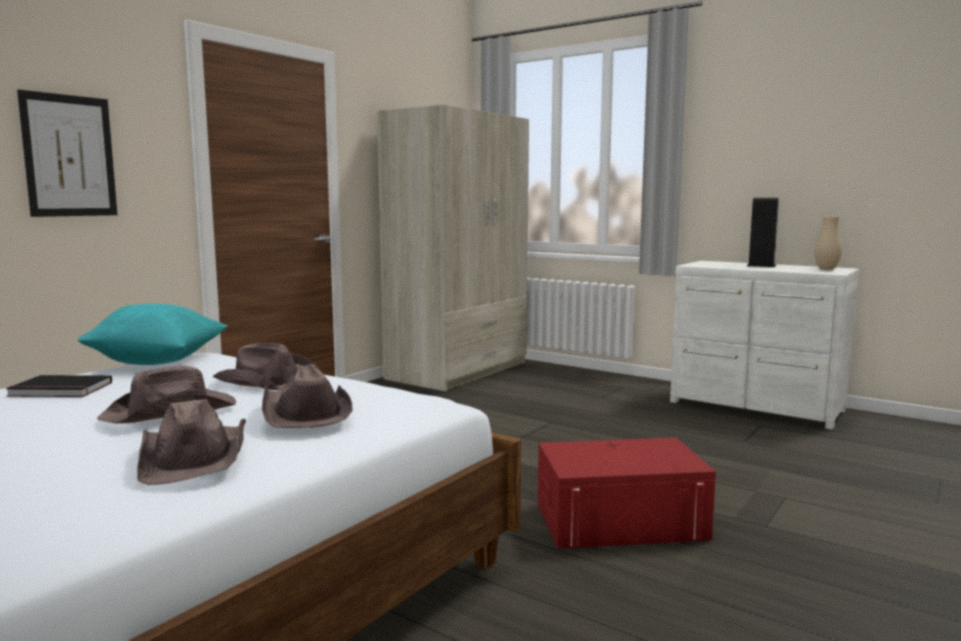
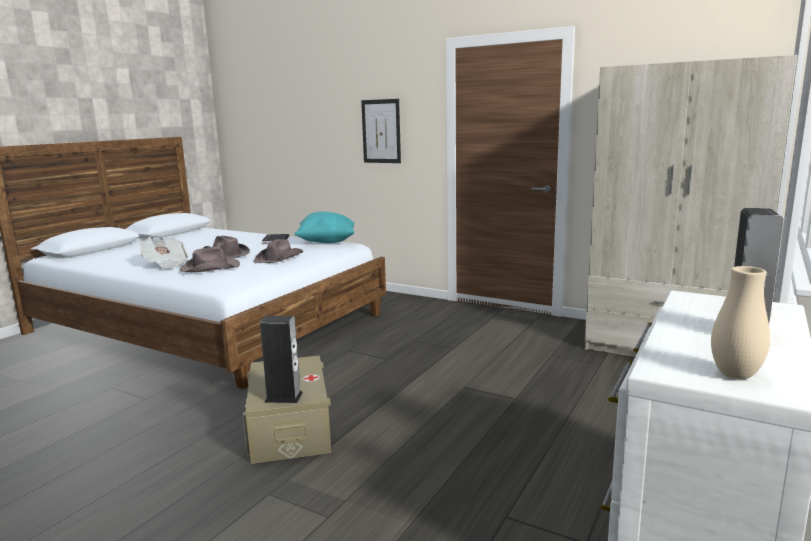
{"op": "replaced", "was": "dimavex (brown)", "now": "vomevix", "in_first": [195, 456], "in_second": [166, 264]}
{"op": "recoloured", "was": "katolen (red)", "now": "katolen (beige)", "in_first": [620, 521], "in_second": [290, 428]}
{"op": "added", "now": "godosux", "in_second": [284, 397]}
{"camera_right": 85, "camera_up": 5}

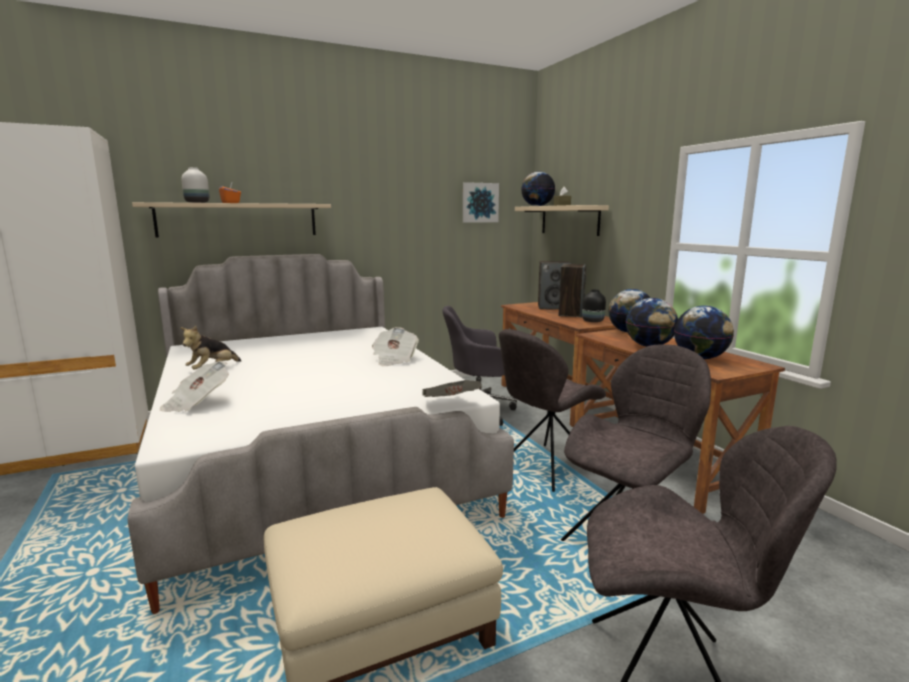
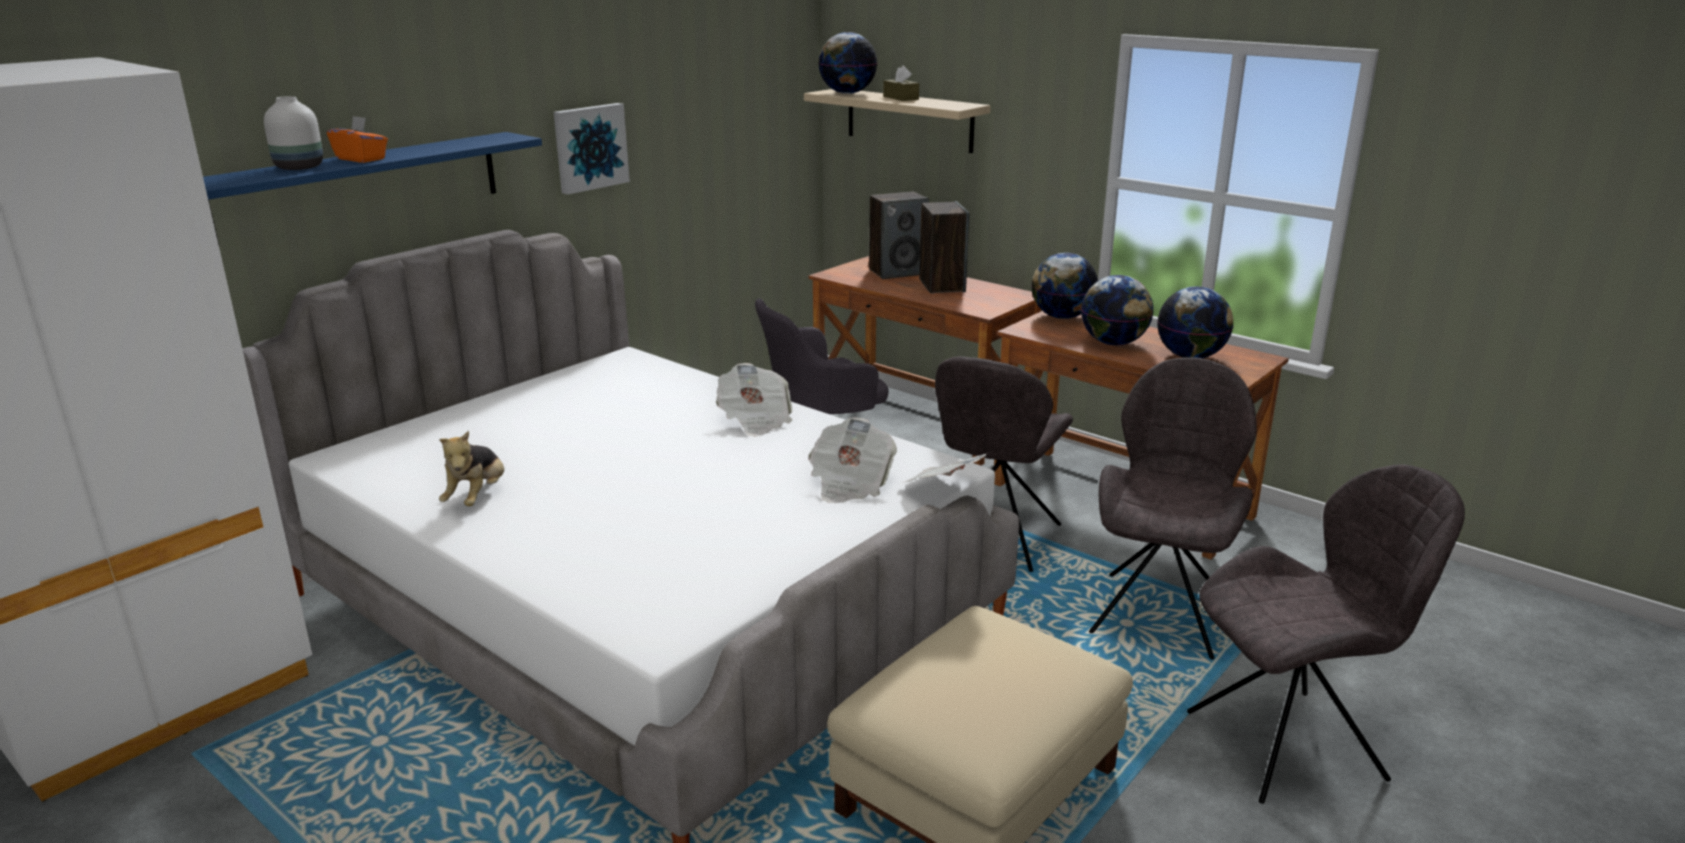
{"op": "recoloured", "was": "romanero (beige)", "now": "romanero (blue)", "in_first": [238, 220], "in_second": [361, 186]}
{"op": "moved", "was": "vomevix", "in_first": [197, 403], "in_second": [850, 483]}
{"op": "moved", "was": "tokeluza", "in_first": [479, 202], "in_second": [589, 147]}
{"op": "removed", "was": "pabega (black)", "in_first": [592, 321]}
{"camera_right": -25, "camera_up": 10}

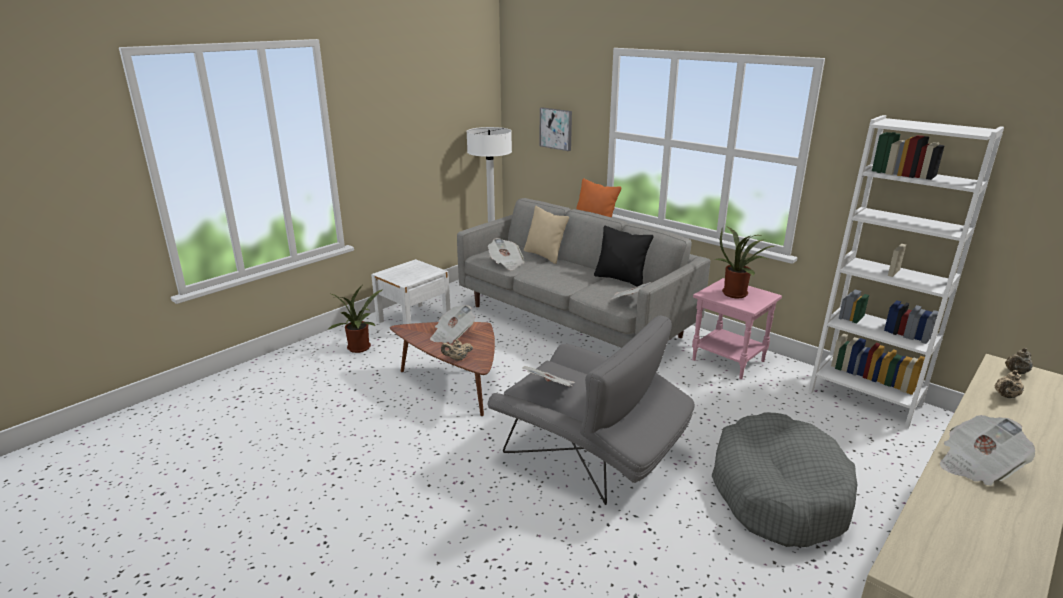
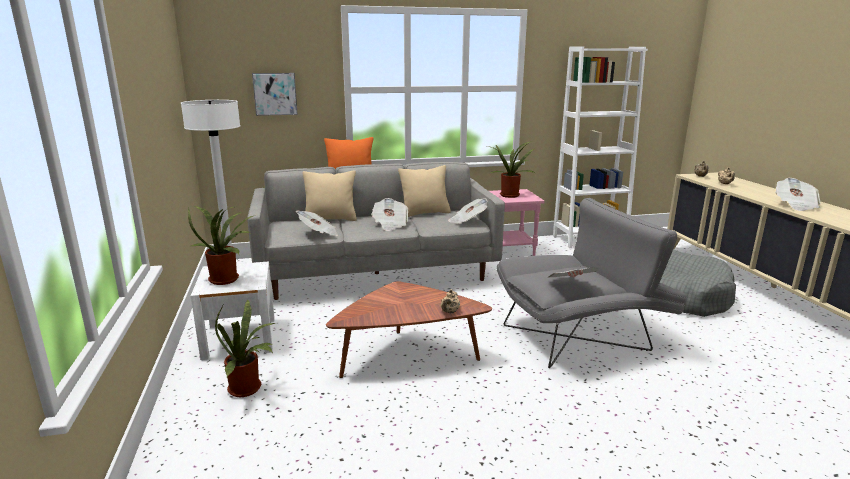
{"op": "moved", "was": "vomevix", "in_first": [452, 335], "in_second": [390, 224]}
{"op": "recoloured", "was": "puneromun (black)", "now": "puneromun (beige)", "in_first": [621, 279], "in_second": [425, 213]}
{"op": "added", "now": "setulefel", "in_second": [227, 279]}
{"camera_right": -55, "camera_up": -5}

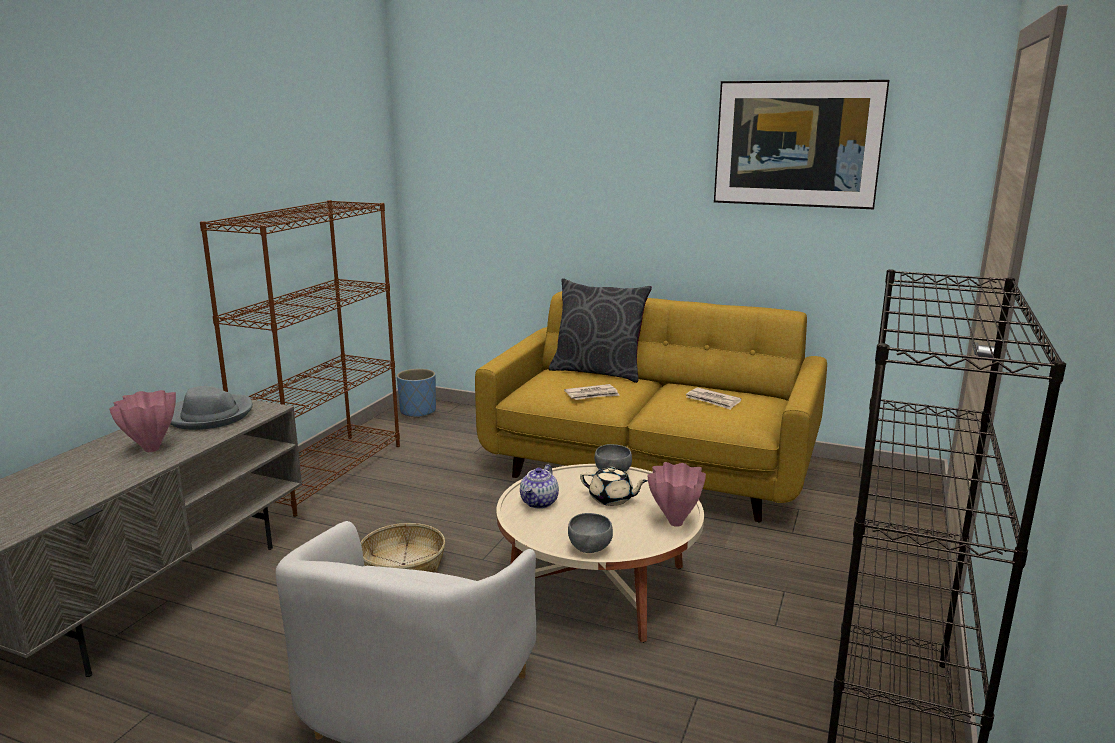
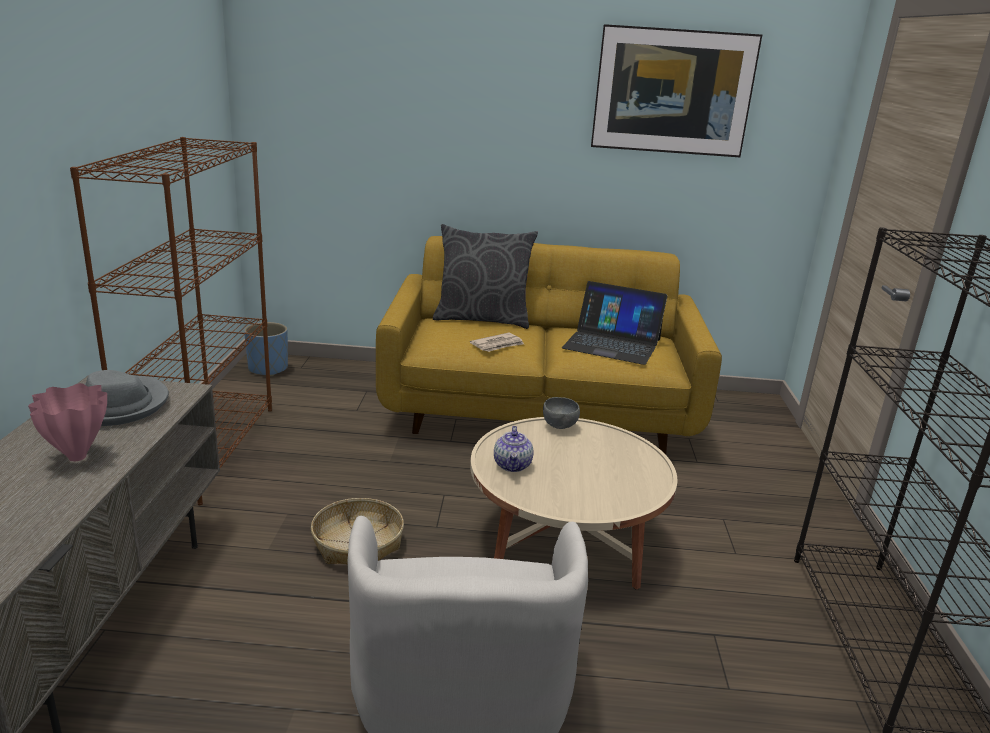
{"op": "removed", "was": "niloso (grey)", "in_first": [590, 548]}
{"op": "removed", "was": "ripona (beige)", "in_first": [612, 499]}
{"op": "removed", "was": "pabega (pink)", "in_first": [675, 522]}
{"op": "replaced", "was": "vomevix", "now": "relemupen", "in_first": [713, 401], "in_second": [612, 344]}
{"camera_right": -20, "camera_up": 5}

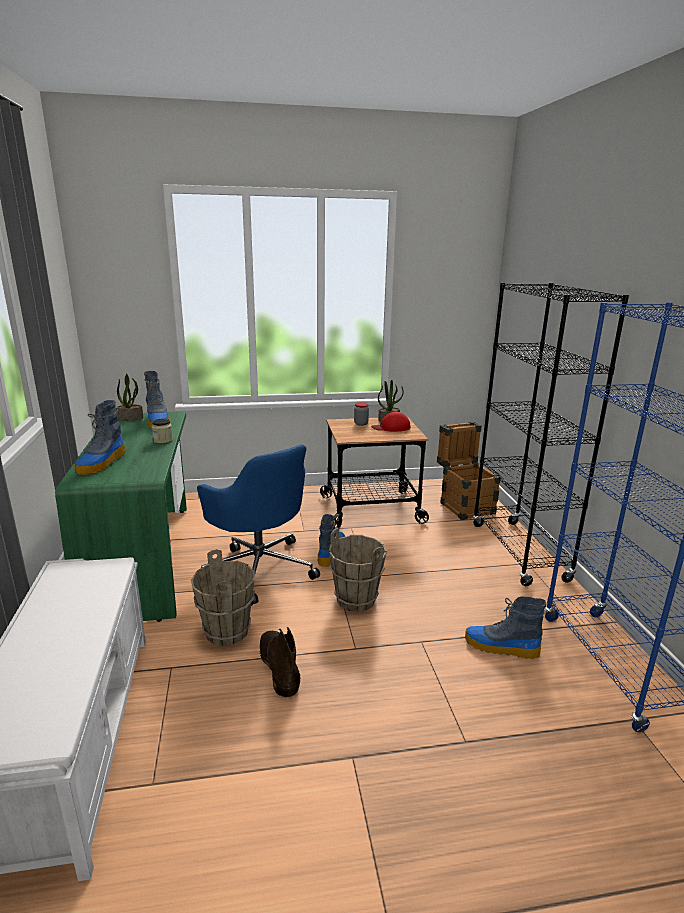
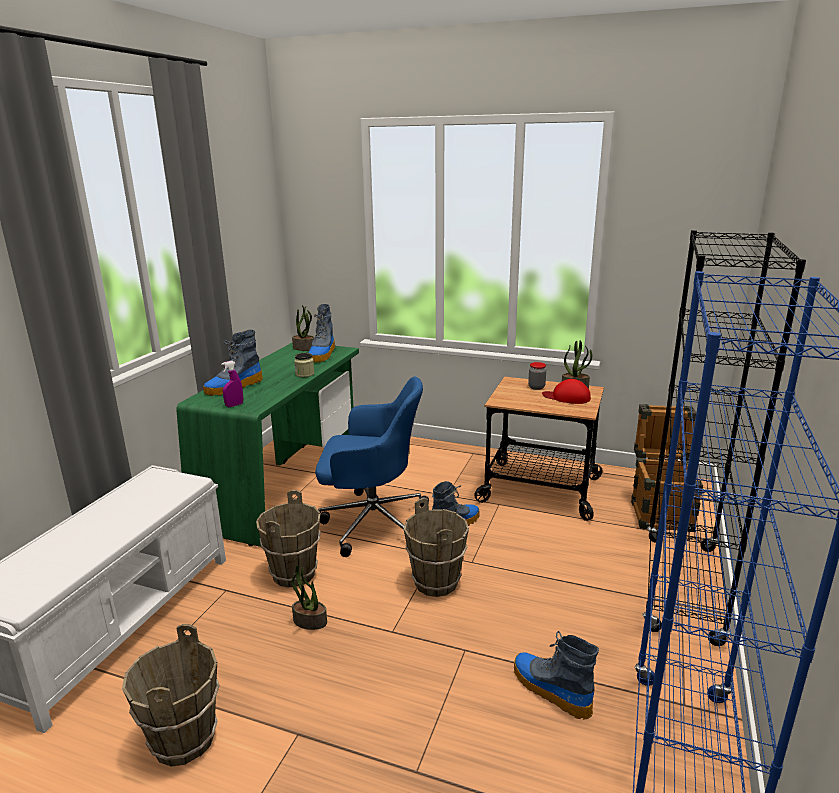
{"op": "turned", "was": "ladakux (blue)", "in_first": [259, 568], "in_second": [372, 522], "clockwise": -75}
{"op": "replaced", "was": "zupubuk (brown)", "now": "setulefel", "in_first": [278, 666], "in_second": [309, 621]}
{"op": "added", "now": "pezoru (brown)", "in_second": [183, 740]}
{"op": "added", "now": "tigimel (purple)", "in_second": [234, 405]}
{"camera_right": 30, "camera_up": 0}

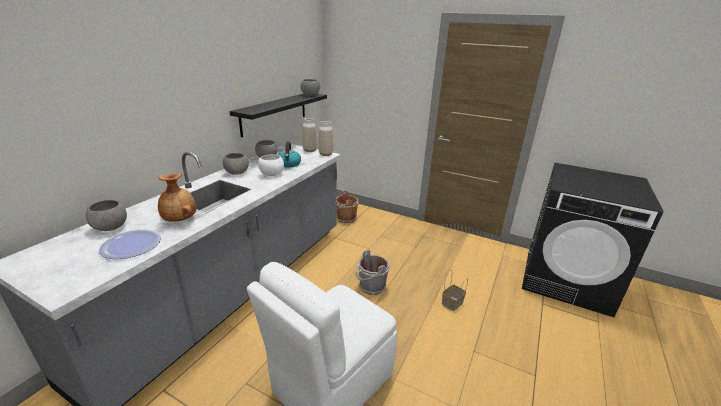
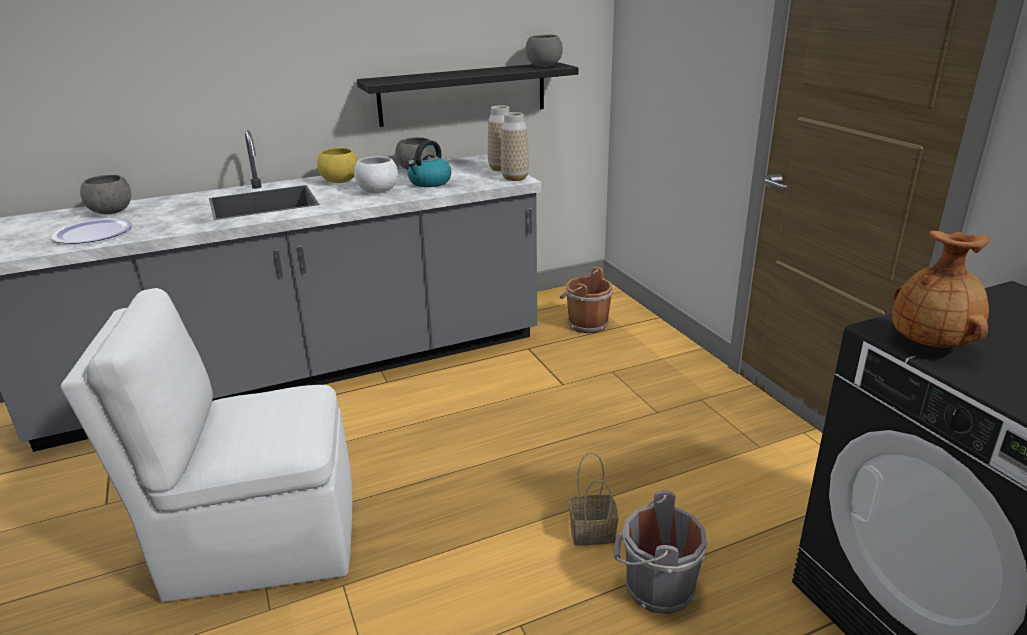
{"op": "moved", "was": "pabega (brown)", "in_first": [180, 219], "in_second": [931, 344]}
{"op": "recoloured", "was": "niloso (grey)", "now": "niloso (yellow)", "in_first": [237, 173], "in_second": [340, 181]}
{"op": "moved", "was": "pezoru (grey)", "in_first": [371, 287], "in_second": [655, 588]}
{"camera_right": 40, "camera_up": 0}

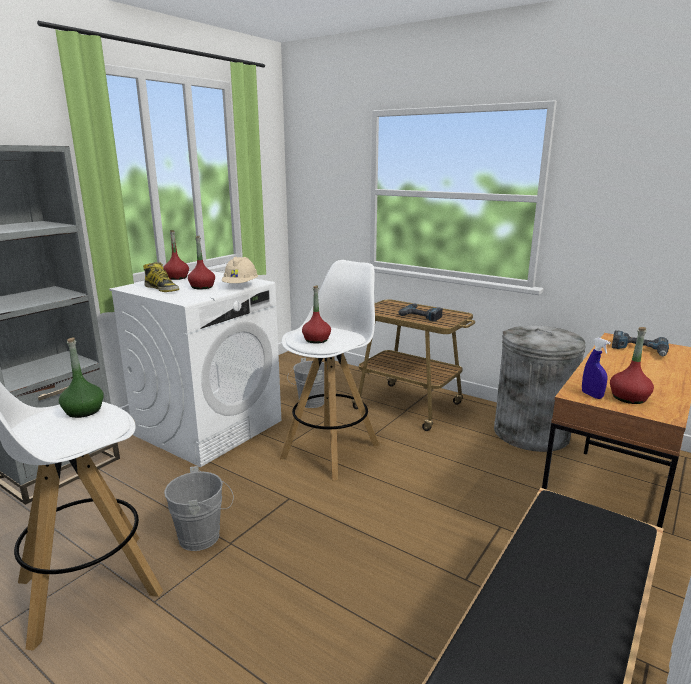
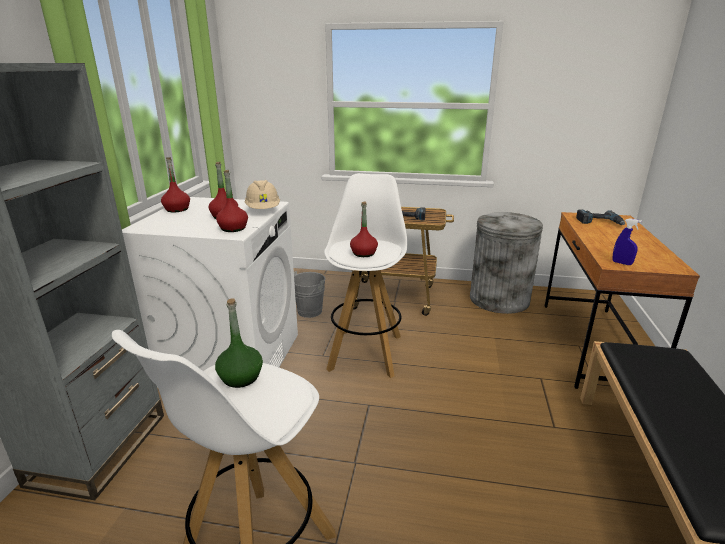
{"op": "removed", "was": "zupubuk", "in_first": [162, 289]}
{"op": "removed", "was": "pezoru (grey)", "in_first": [204, 536]}
{"op": "moved", "was": "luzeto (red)", "in_first": [628, 398], "in_second": [233, 228]}
{"camera_right": -25, "camera_up": 5}

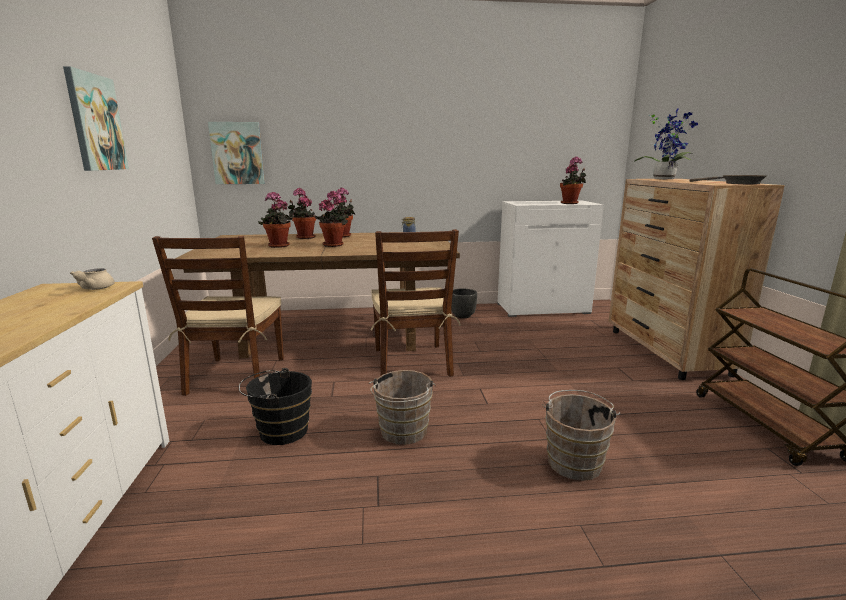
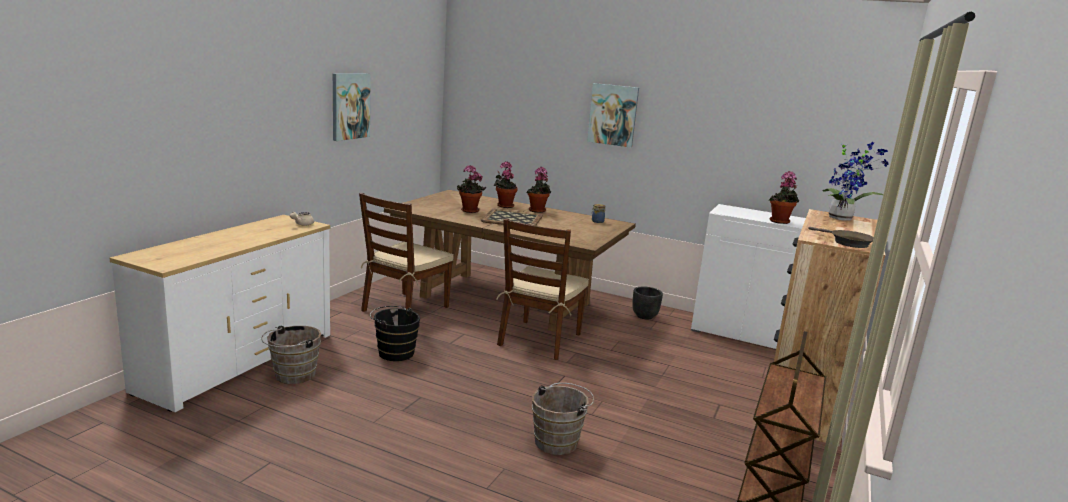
{"op": "moved", "was": "tokeluza", "in_first": [237, 153], "in_second": [613, 115]}
{"op": "replaced", "was": "setulefel", "now": "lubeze", "in_first": [334, 244], "in_second": [513, 219]}
{"op": "moved", "was": "pezoru (brown)", "in_first": [402, 433], "in_second": [292, 376]}
{"camera_right": 30, "camera_up": 0}

